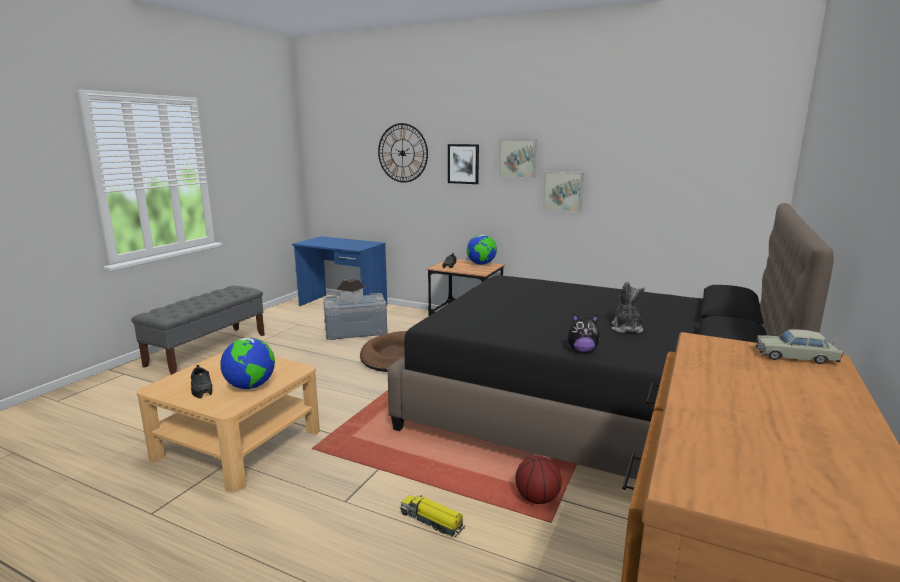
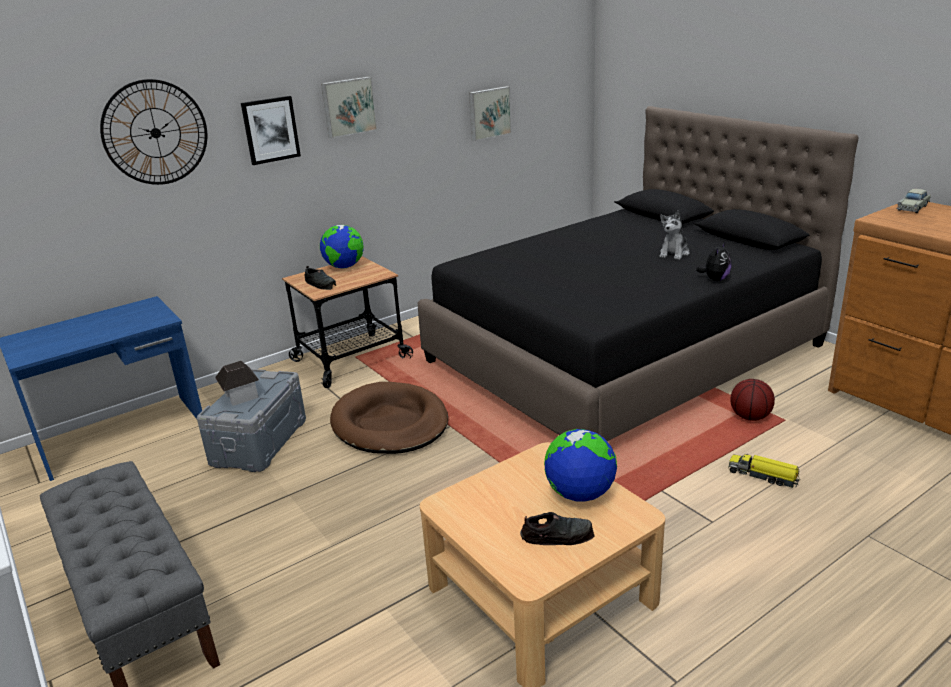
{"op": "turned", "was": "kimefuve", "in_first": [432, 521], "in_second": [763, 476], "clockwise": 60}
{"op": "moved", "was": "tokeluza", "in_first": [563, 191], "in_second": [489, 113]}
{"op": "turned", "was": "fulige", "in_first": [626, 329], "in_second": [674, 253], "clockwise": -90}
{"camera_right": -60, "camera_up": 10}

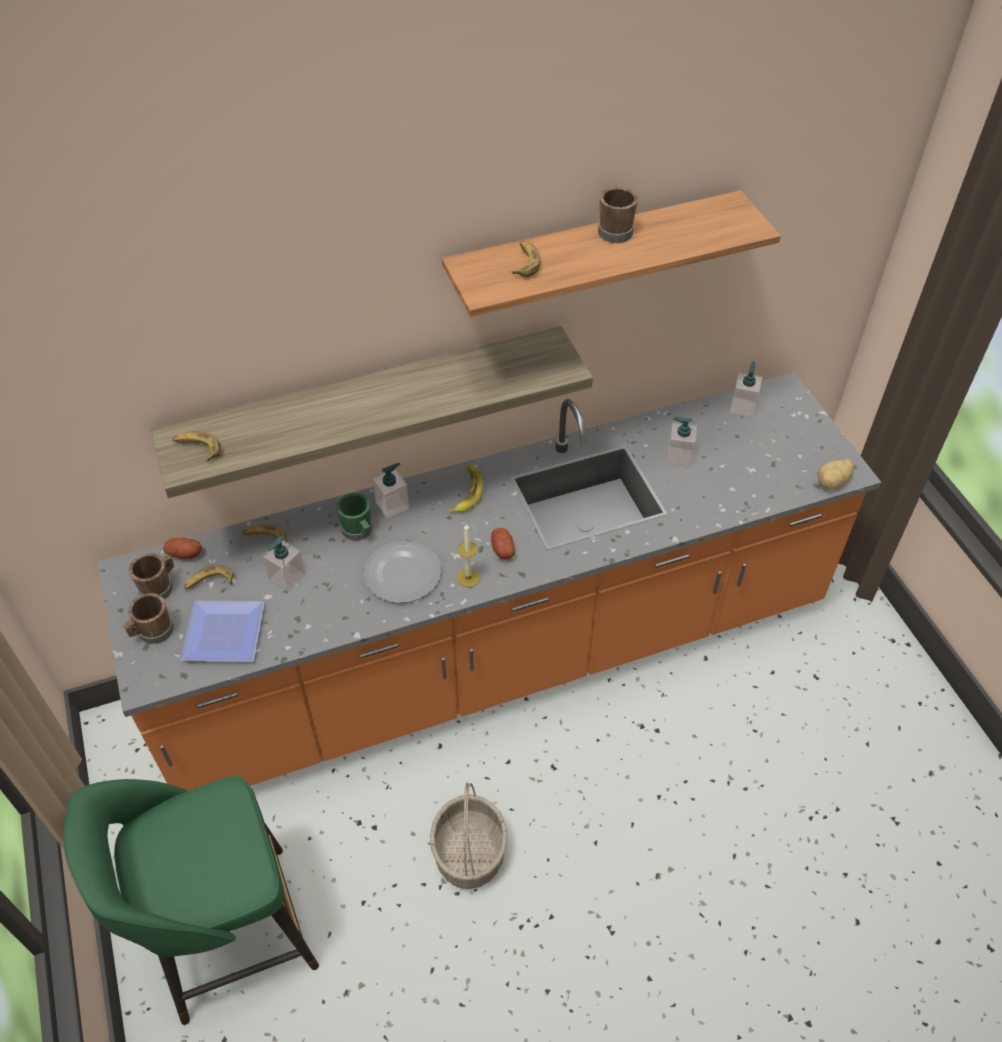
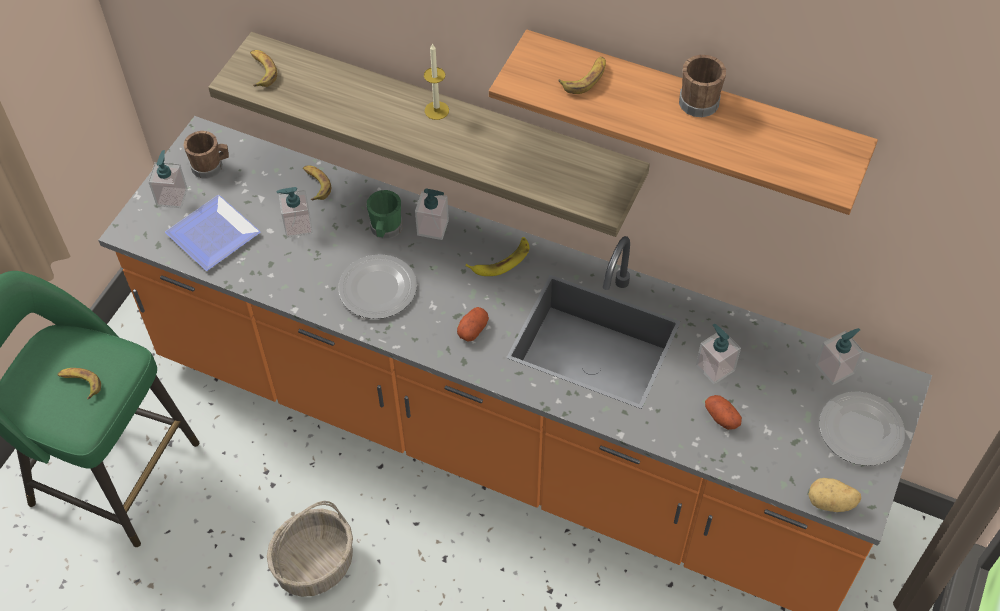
{"op": "replaced", "was": "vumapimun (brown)", "now": "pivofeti", "in_first": [152, 632], "in_second": [172, 197]}
{"op": "moved", "was": "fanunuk", "in_first": [184, 554], "in_second": [721, 417]}
{"op": "moved", "was": "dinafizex", "in_first": [209, 582], "in_second": [80, 383]}
{"op": "moved", "was": "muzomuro", "in_first": [468, 577], "in_second": [436, 110]}
{"op": "added", "now": "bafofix", "in_second": [861, 429]}
{"camera_right": 45, "camera_up": 5}

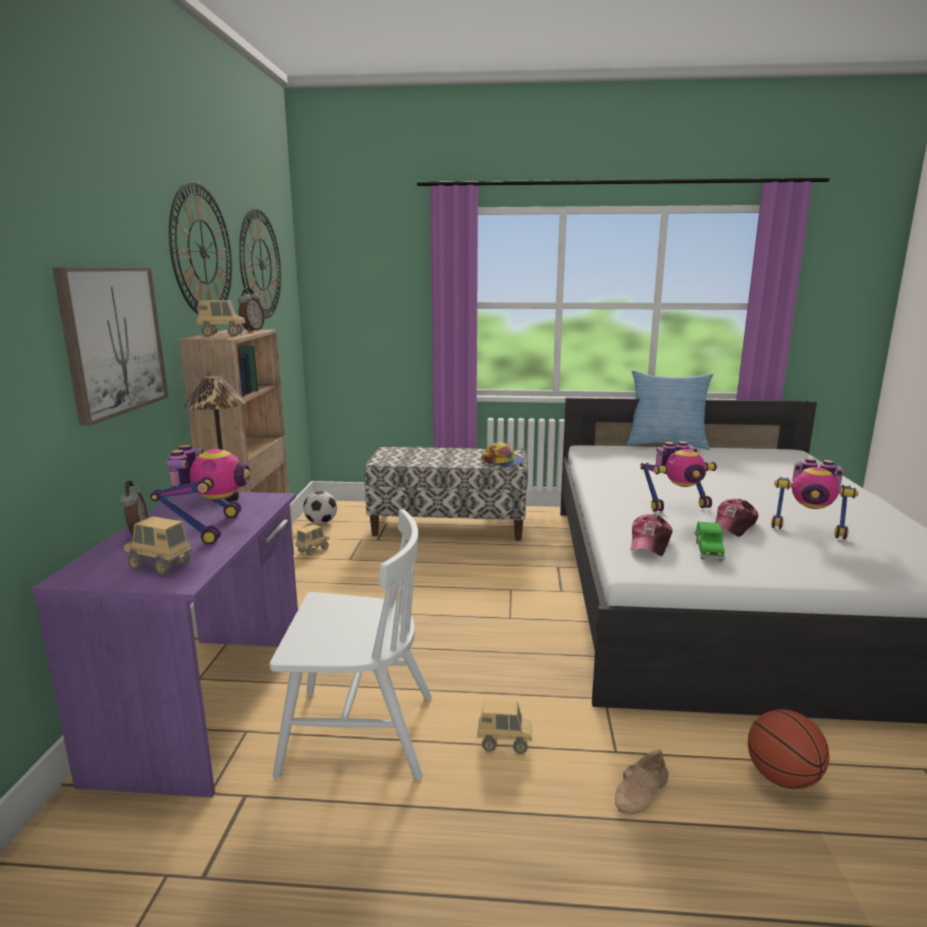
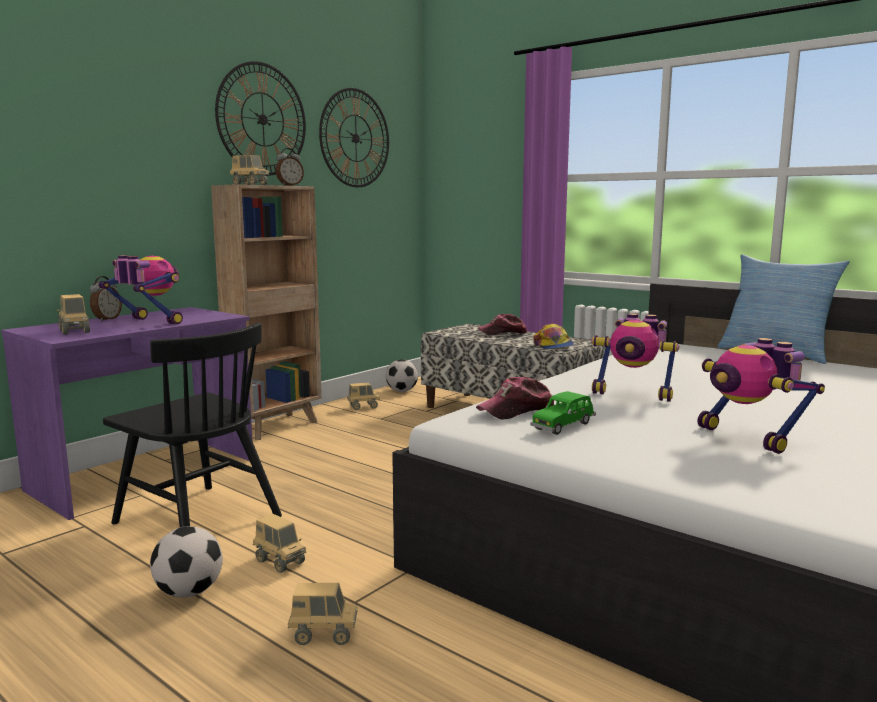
{"op": "removed", "was": "tokeluza", "in_first": [113, 341]}
{"op": "turned", "was": "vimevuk", "in_first": [211, 528], "in_second": [149, 322], "clockwise": -90}
{"op": "removed", "was": "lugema", "in_first": [226, 499]}
{"op": "recoloured", "was": "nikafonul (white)", "now": "nikafonul (black)", "in_first": [357, 733], "in_second": [197, 519]}
{"op": "replaced", "was": "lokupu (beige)", "now": "kimefuve", "in_first": [642, 792], "in_second": [323, 635]}
{"op": "moved", "was": "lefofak", "in_first": [733, 526], "in_second": [503, 333]}
{"op": "removed", "was": "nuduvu", "in_first": [782, 778]}
{"op": "added", "now": "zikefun", "in_second": [189, 592]}
{"camera_right": 35, "camera_up": -5}

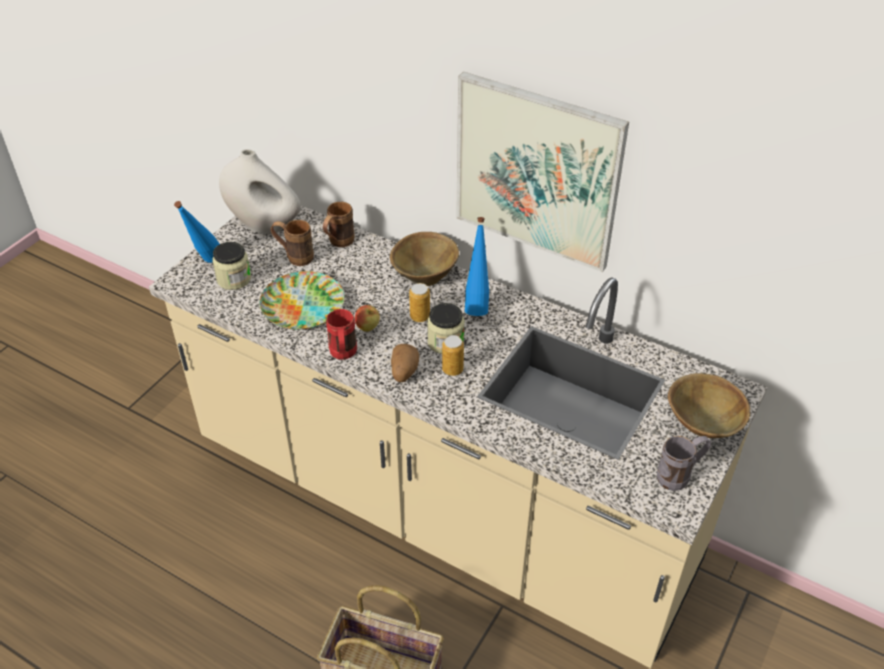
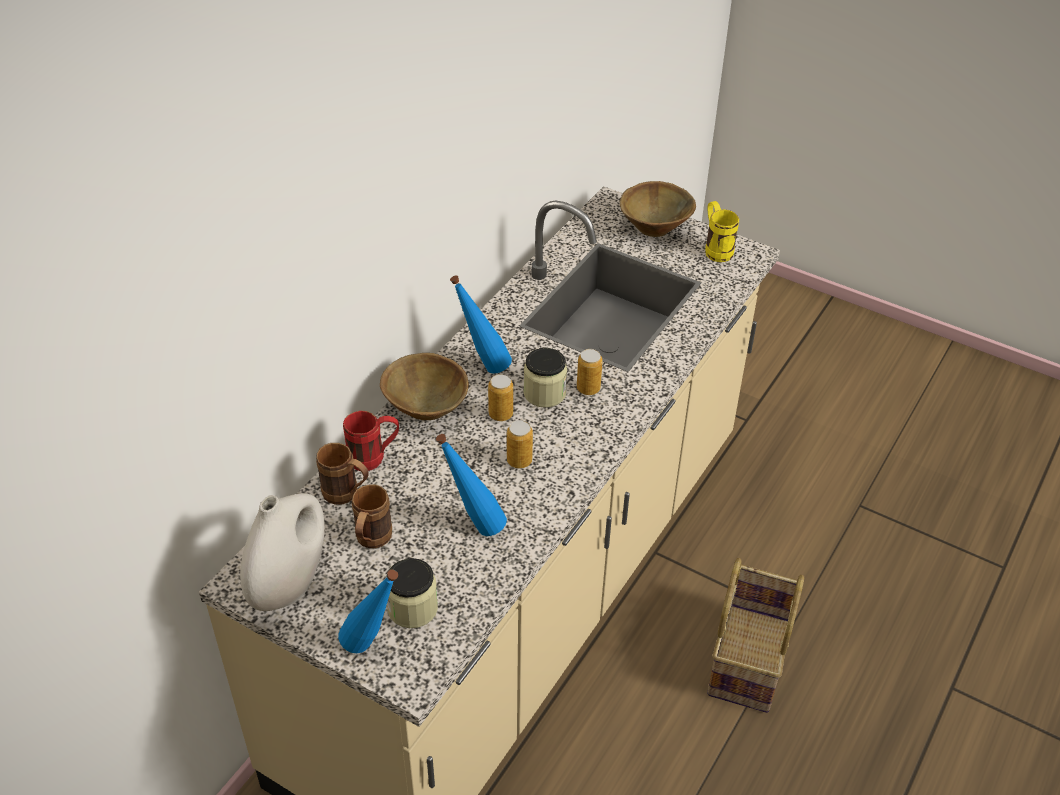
{"op": "replaced", "was": "bafofix", "now": "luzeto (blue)", "in_first": [303, 305], "in_second": [473, 526]}
{"op": "moved", "was": "vumapimun (red)", "in_first": [343, 355], "in_second": [374, 458]}
{"op": "replaced", "was": "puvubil", "now": "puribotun", "in_first": [367, 328], "in_second": [519, 461]}
{"op": "removed", "was": "fanunuk", "in_first": [404, 371]}
{"op": "removed", "was": "tokeluza", "in_first": [537, 172]}
{"op": "recoloured", "was": "vumapimun (grey)", "now": "vumapimun (yellow)", "in_first": [679, 476], "in_second": [716, 249]}
{"camera_right": -90, "camera_up": 0}

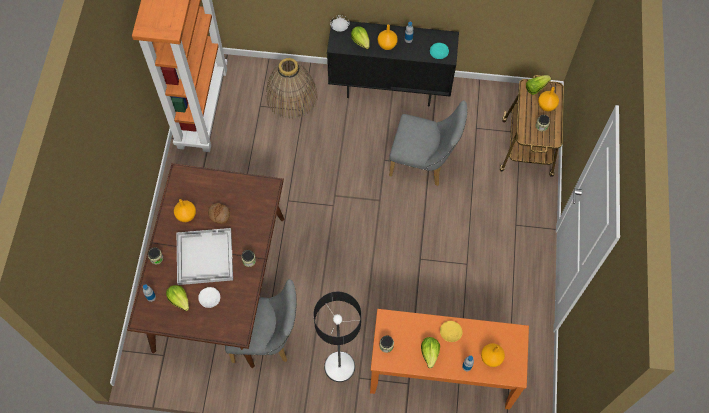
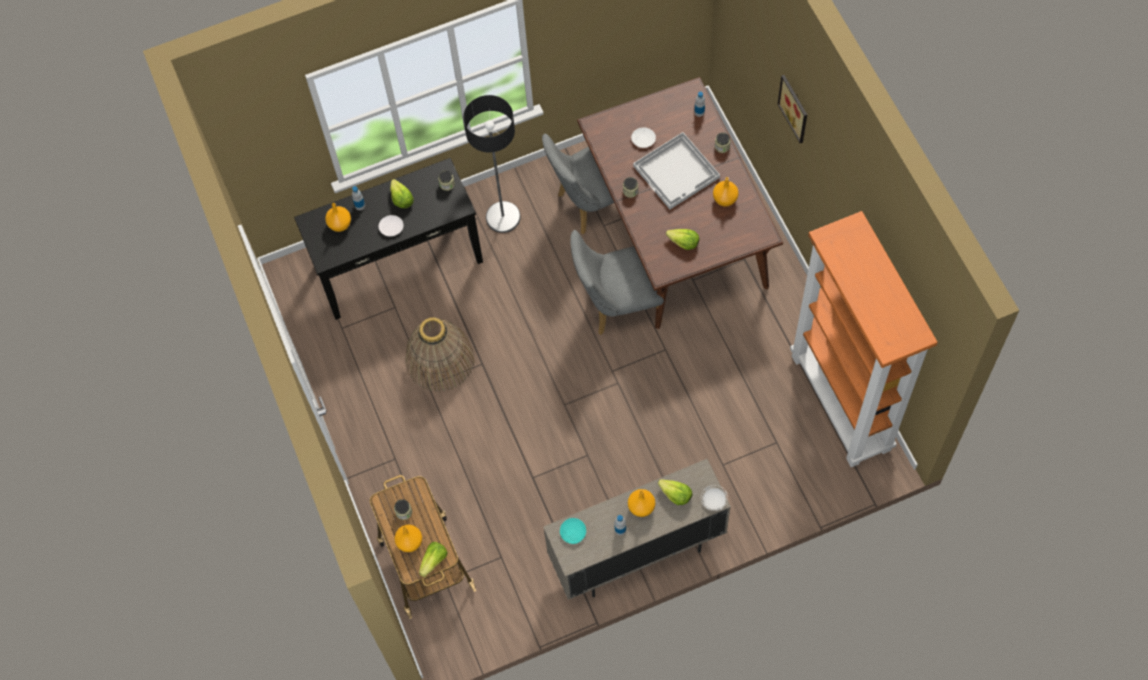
{"op": "moved", "was": "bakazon", "in_first": [179, 300], "in_second": [683, 243]}
{"op": "removed", "was": "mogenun", "in_first": [219, 214]}
{"op": "moved", "was": "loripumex", "in_first": [291, 96], "in_second": [440, 360]}
{"op": "recoloured", "was": "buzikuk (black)", "now": "buzikuk (beige)", "in_first": [390, 88], "in_second": [637, 553]}
{"op": "recoloured", "was": "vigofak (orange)", "now": "vigofak (black)", "in_first": [441, 373], "in_second": [398, 263]}
{"op": "moved", "was": "nikafonul (grey)", "in_first": [423, 163], "in_second": [617, 305]}
{"op": "recoloured", "was": "bafofix (yellow)", "now": "bafofix (white)", "in_first": [451, 332], "in_second": [391, 227]}
{"op": "added", "now": "tokeluza", "in_second": [795, 108]}
{"camera_right": 155, "camera_up": 0}

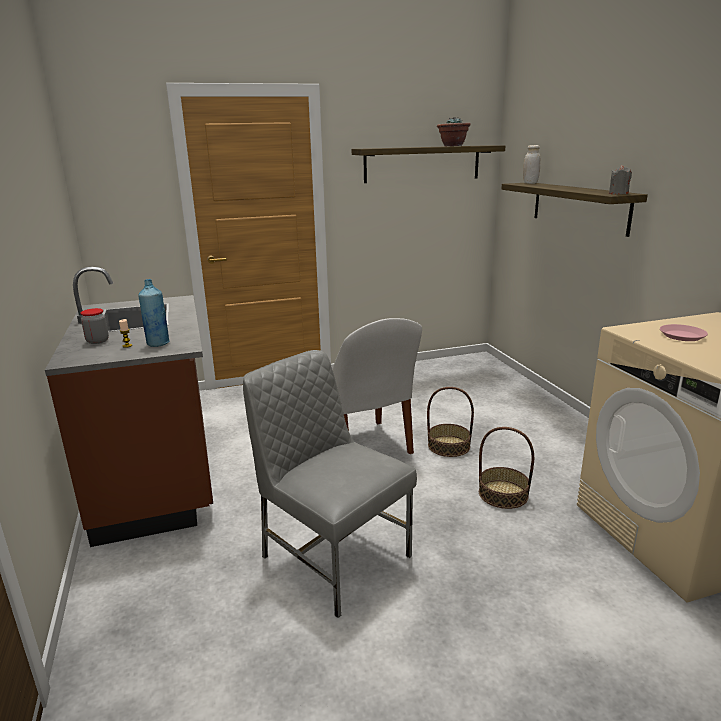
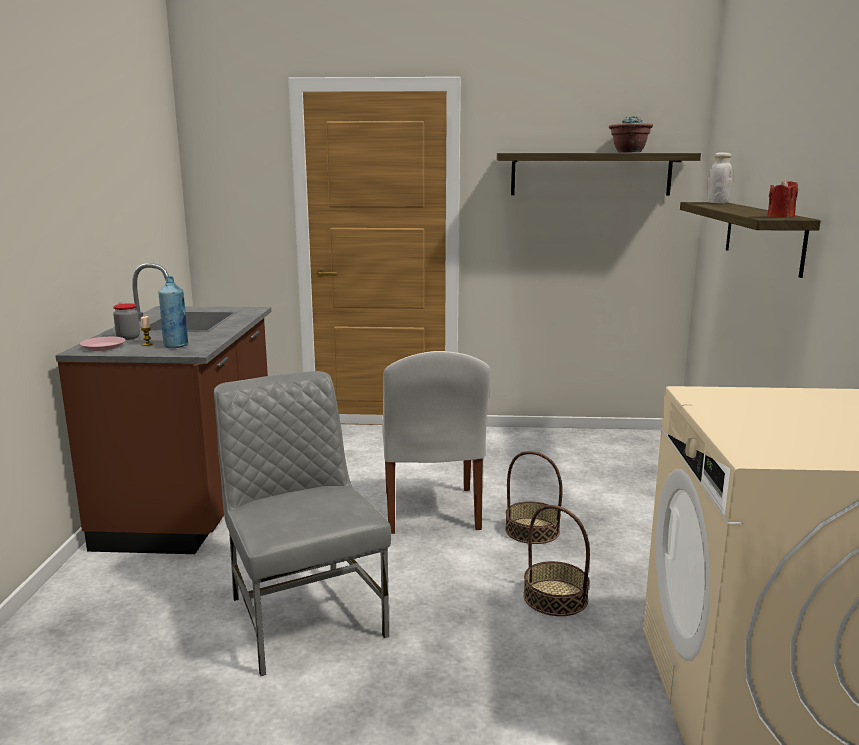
{"op": "recoloured", "was": "muzomuro (grey)", "now": "muzomuro (red)", "in_first": [618, 193], "in_second": [780, 217]}
{"op": "moved", "was": "bafofix (pink)", "in_first": [682, 336], "in_second": [103, 347]}
{"camera_right": 20, "camera_up": -5}

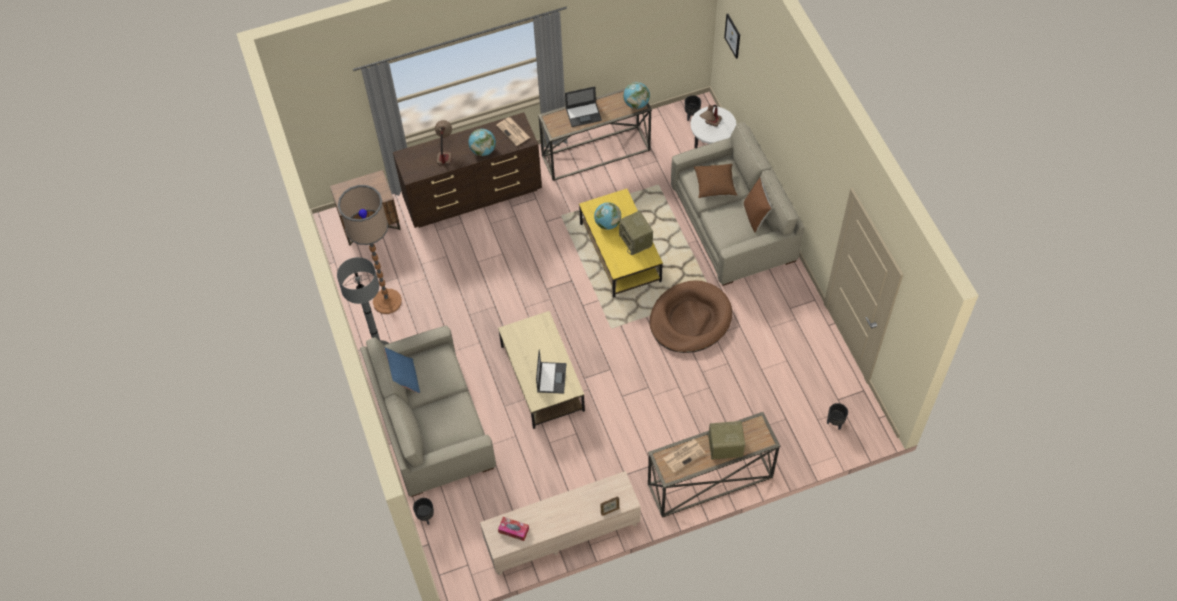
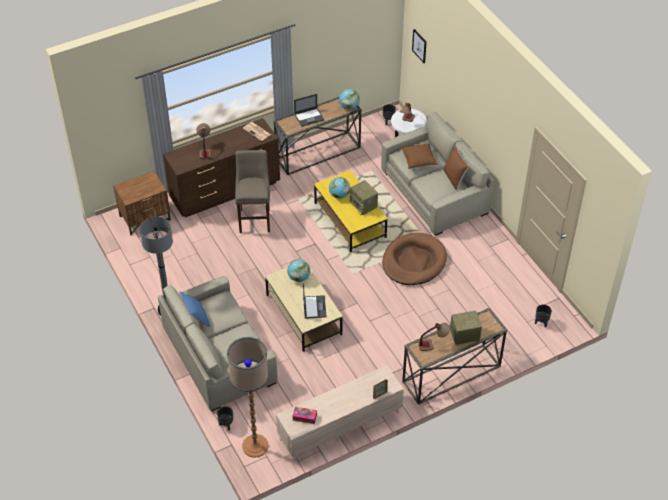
{"op": "moved", "was": "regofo", "in_first": [387, 301], "in_second": [255, 446]}
{"op": "moved", "was": "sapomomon", "in_first": [483, 150], "in_second": [299, 278]}
{"op": "replaced", "was": "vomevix", "now": "lugema", "in_first": [684, 455], "in_second": [433, 344]}
{"op": "added", "now": "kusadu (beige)", "in_second": [255, 219]}
{"camera_right": -10, "camera_up": -10}

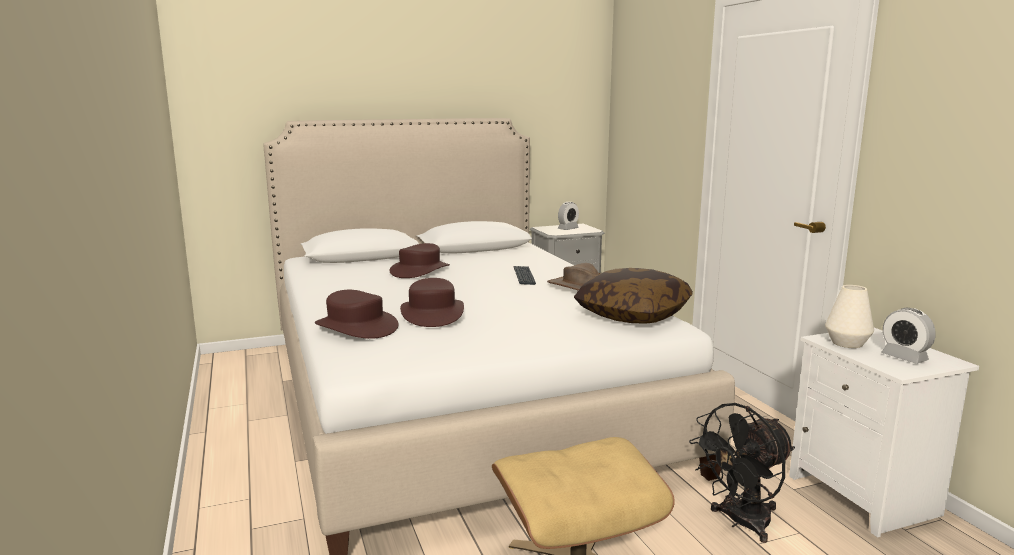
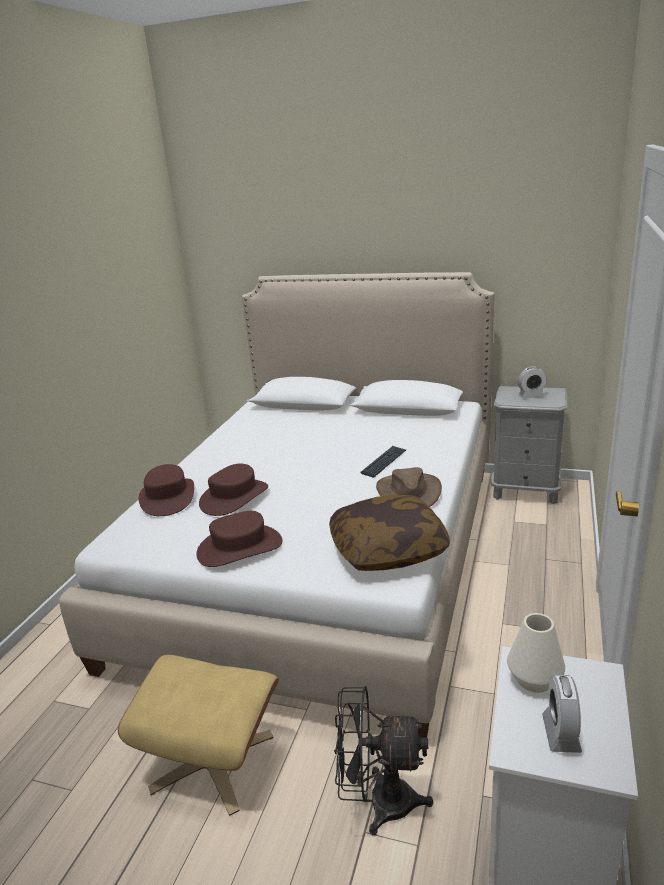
{"op": "moved", "was": "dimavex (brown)", "in_first": [420, 270], "in_second": [240, 547]}
{"camera_right": 40, "camera_up": 10}

